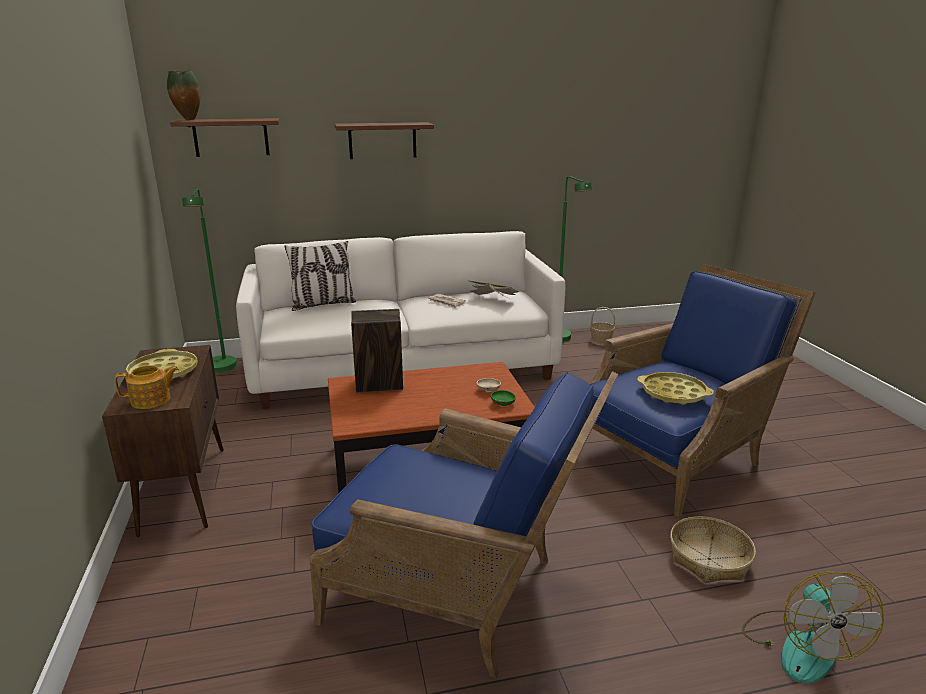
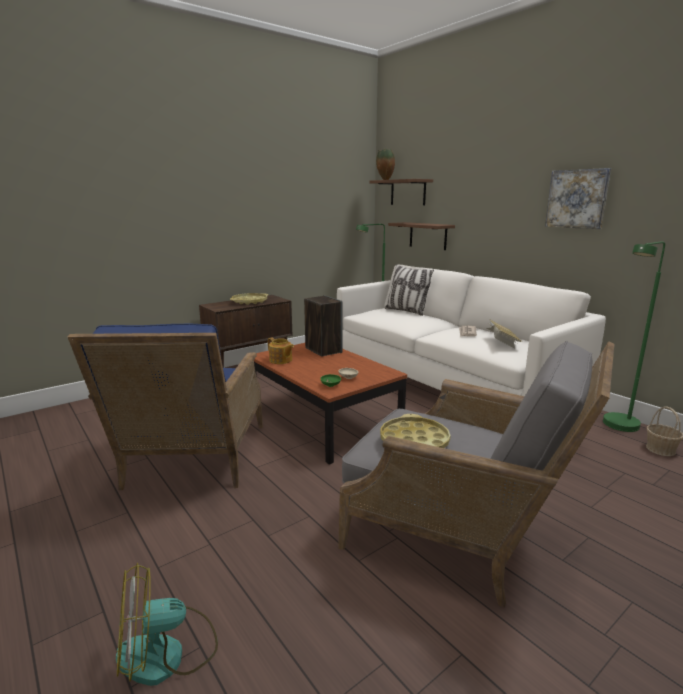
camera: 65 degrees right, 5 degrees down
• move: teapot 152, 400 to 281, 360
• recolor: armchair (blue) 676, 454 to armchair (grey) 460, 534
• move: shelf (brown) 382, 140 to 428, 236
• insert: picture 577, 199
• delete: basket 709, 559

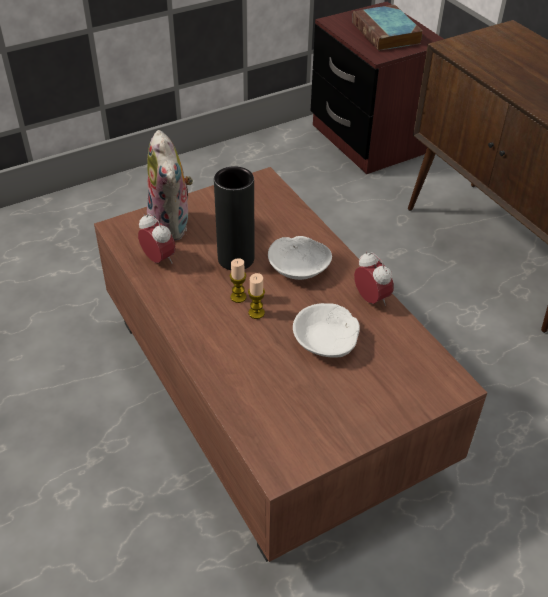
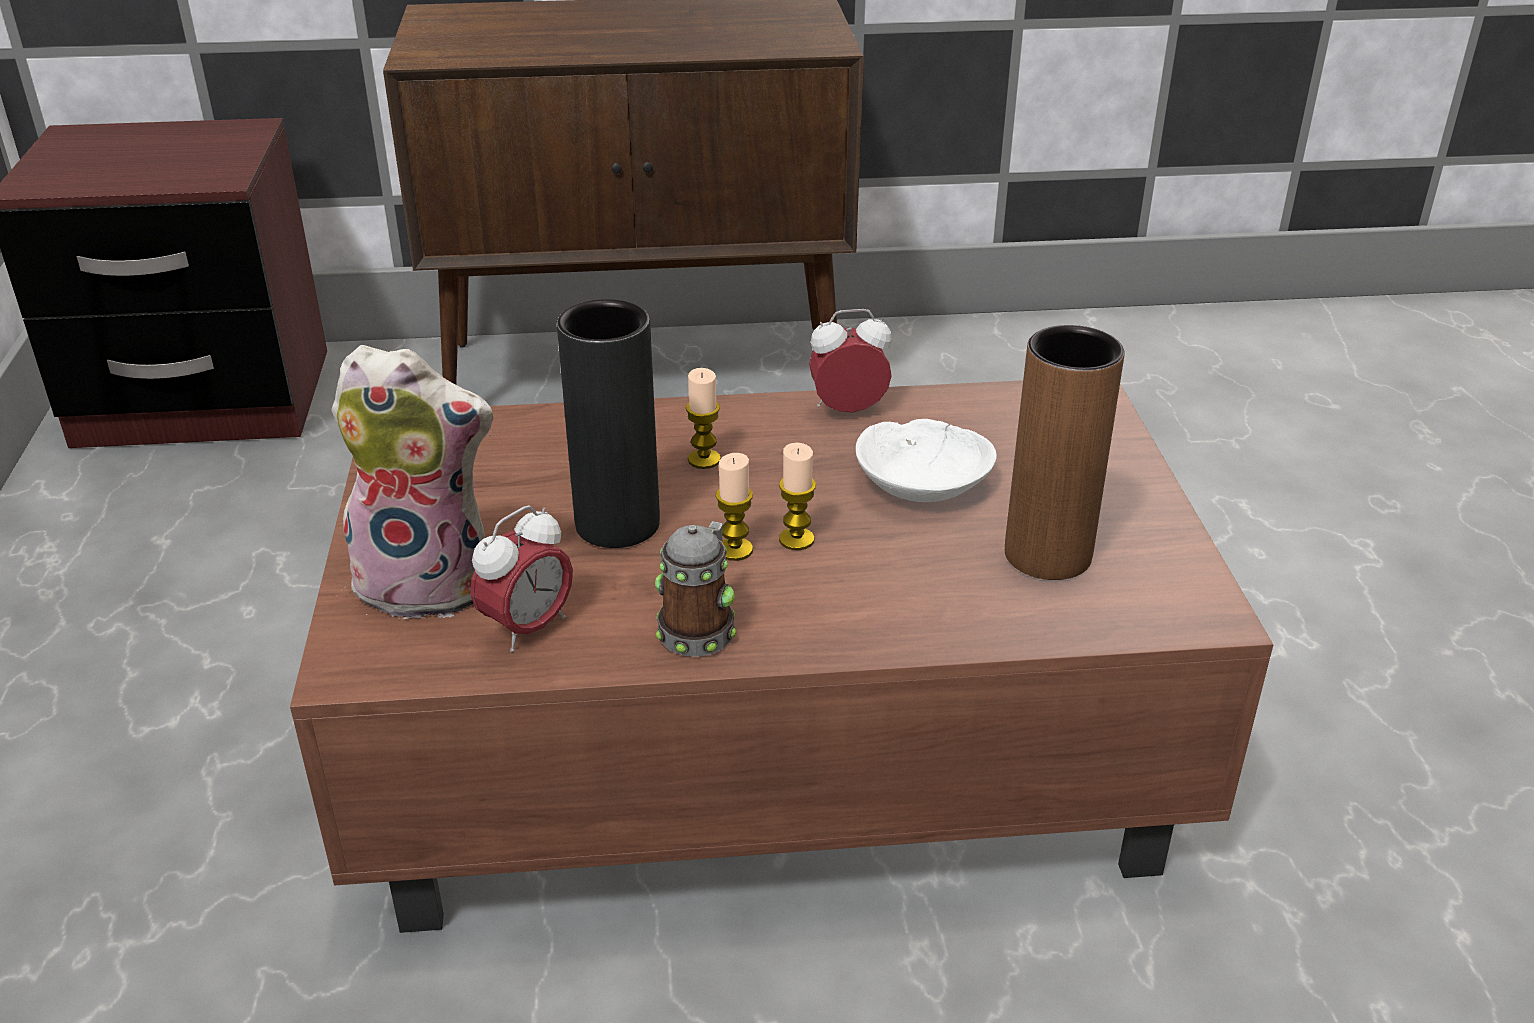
camera: 65 degrees left, 10 degrees down
• rotate: alarm clock 159, 259 = 528, 628 150 degrees clockwise
• insert: mug 700, 627
• replace: bowl (white) 298, 267 to candle 704, 460
• insert: vase (brown) 1047, 555
• delete: book 387, 34

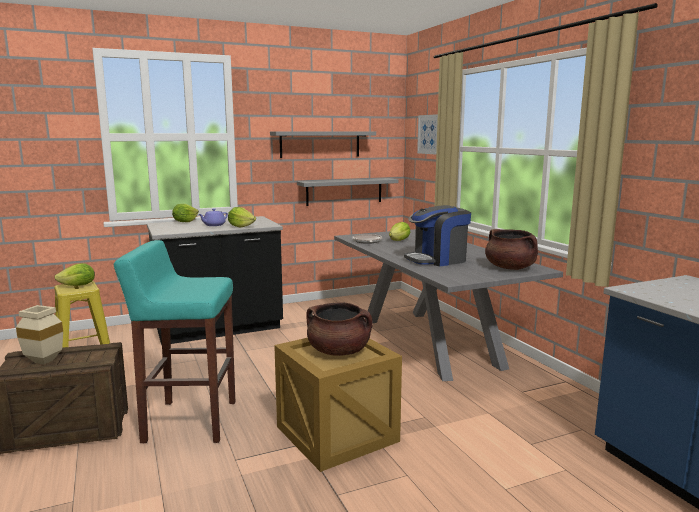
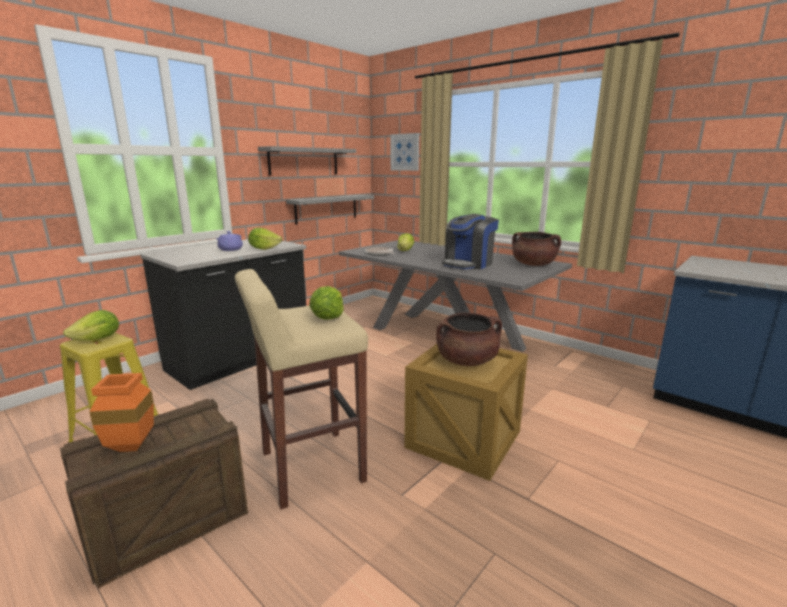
camera: 25 degrees left, 5 degrees up
• recolor: vase (beige) 41, 361 to vase (orange) 128, 448
• recolor: stool (turquoise) 189, 421 to stool (beige) 310, 467
• move: lettuce 185, 222 to 328, 317

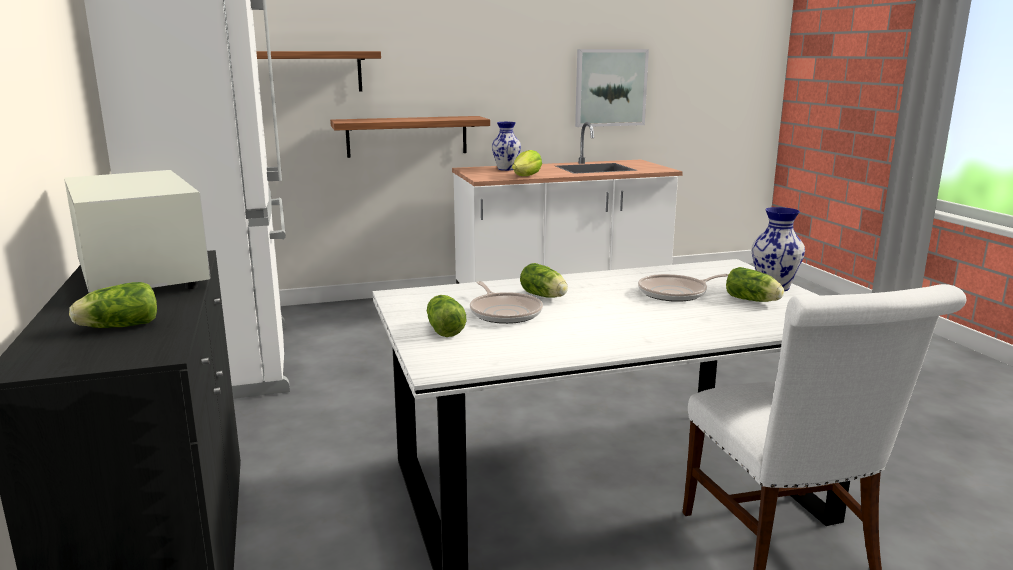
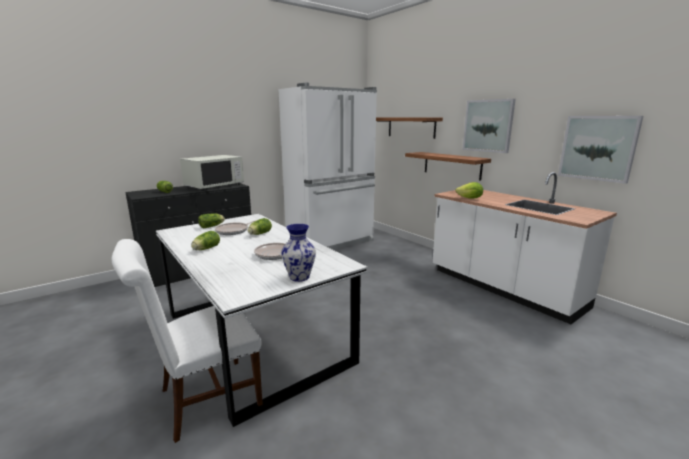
camera: 70 degrees right, 0 degrees up
• move: lettuce 753, 301 to 205, 249
• insert: picture 488, 126
• delete: vase 506, 169

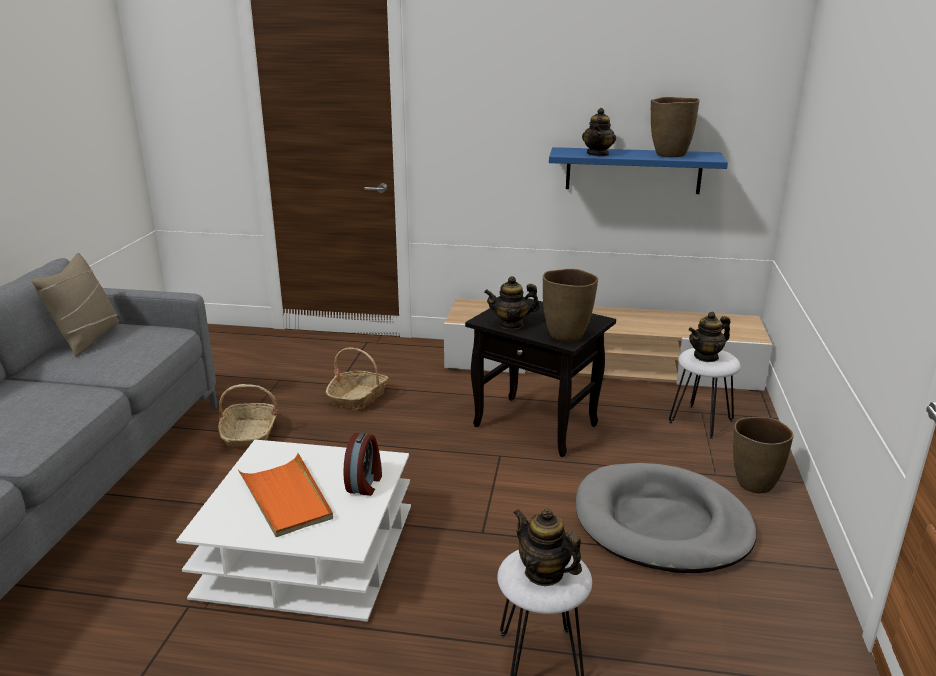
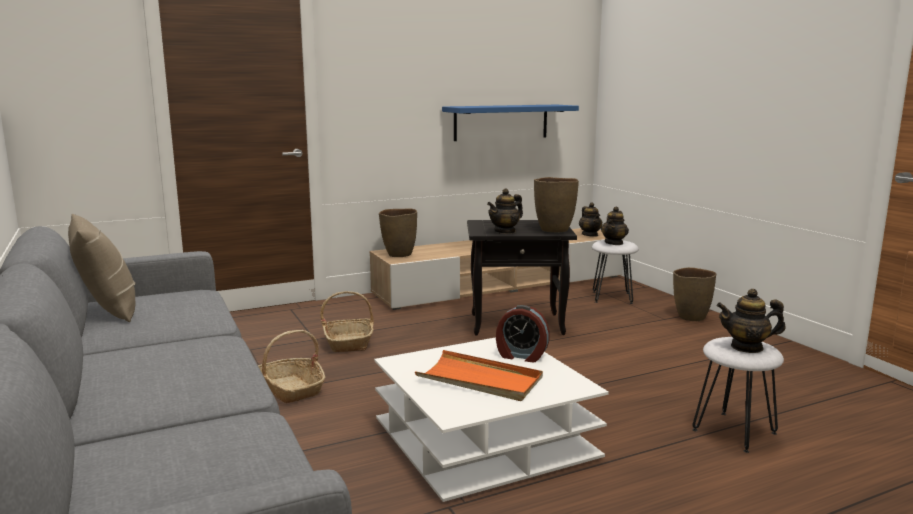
camera: 35 degrees left, 10 degrees down
• move: vase (brown) 669, 155 to 399, 255
• rotate: alarm clock 365, 483 = 521, 356 135 degrees clockwise
• move: teapot 598, 154 to 590, 235
• delete: dog bed (grey) 661, 523

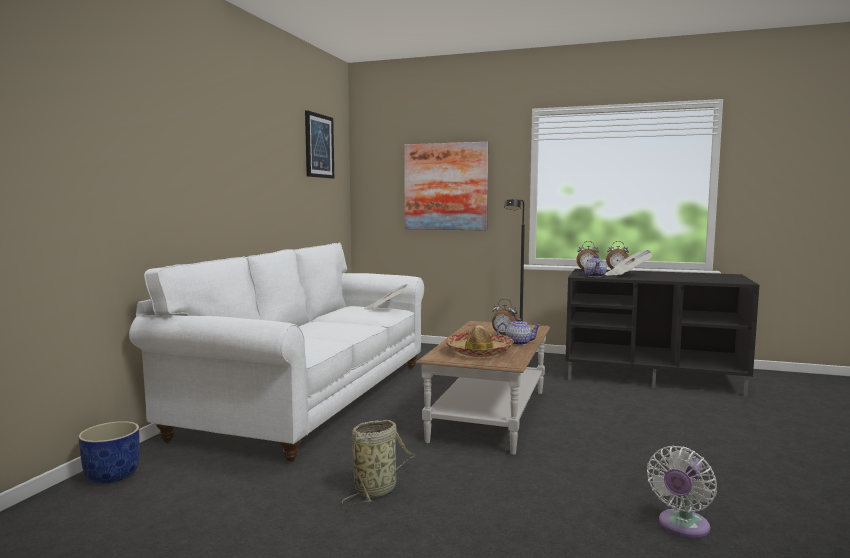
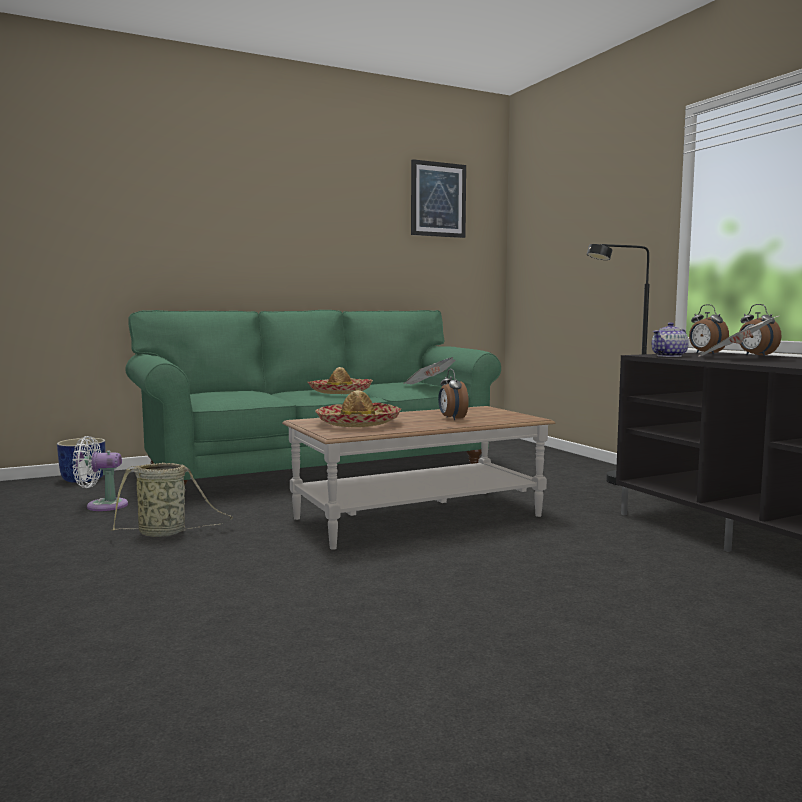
camera: 45 degrees right, 0 degrees up
• move: fan (white) 682, 526 to 102, 505
• recolor: sofa (white) 311, 398 to sofa (green) 318, 468
• insert: hat 340, 392
• delete: picture 445, 186
• delete: teapot 518, 343

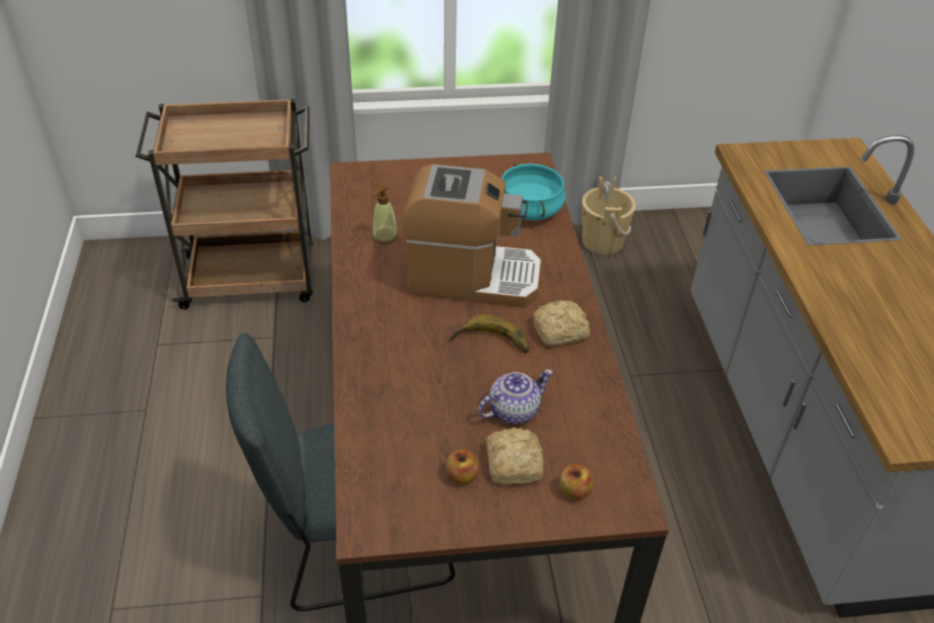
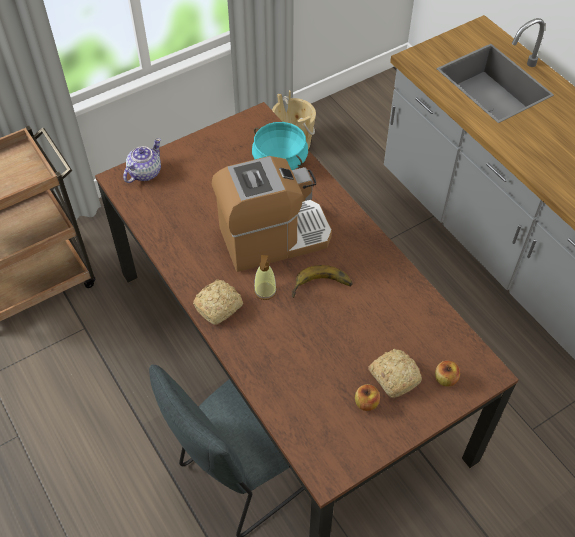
camera: 25 degrees left, 10 degrees up
• move: teapot 513, 410 to 144, 173
• move: bread 561, 331 to 219, 306
• move: soap dispenser 384, 236 to 265, 291

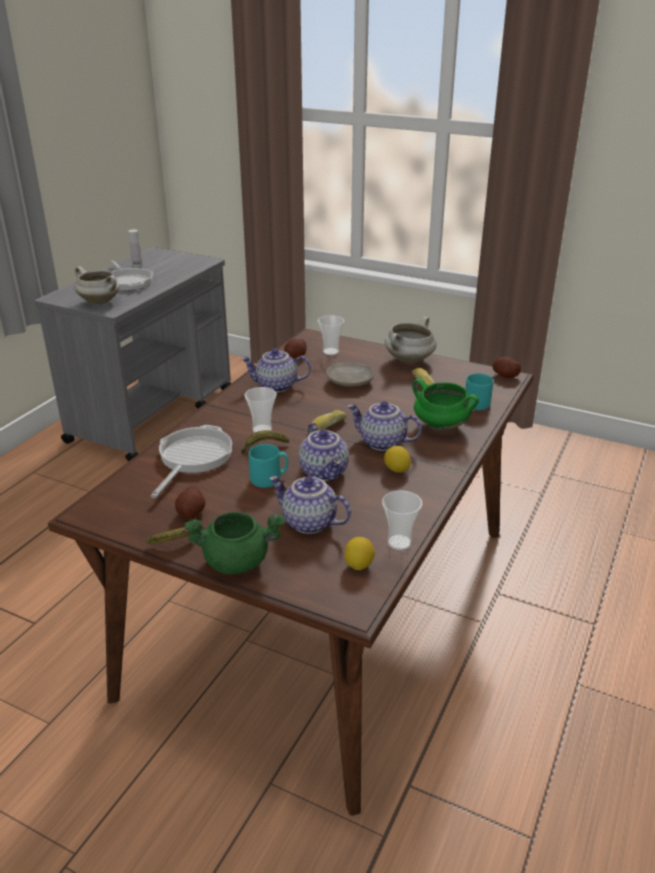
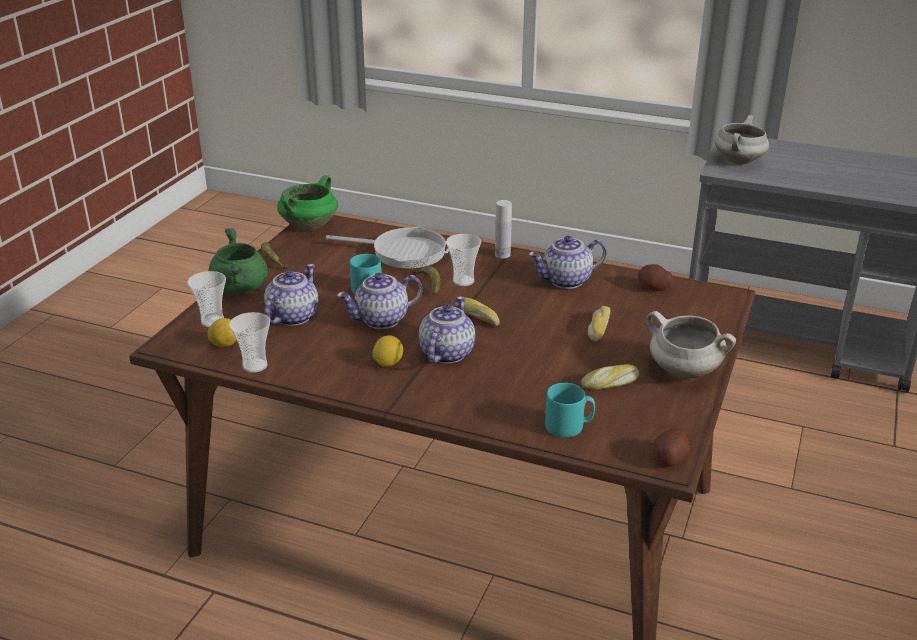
camera: 85 degrees right, 0 degrees up
• move: cup 331, 351 to 212, 321
• move: cooking pot (green) 440, 426 to 309, 226
• move: bottle (white) 137, 265 to 502, 254
• rotate: teapot 276, 386 = 566, 281 105 degrees counterclockwise
• replace: plate (beige) 350, 381 to bread 598, 328
• delete: frying pan 128, 281
• delete: potato 191, 512

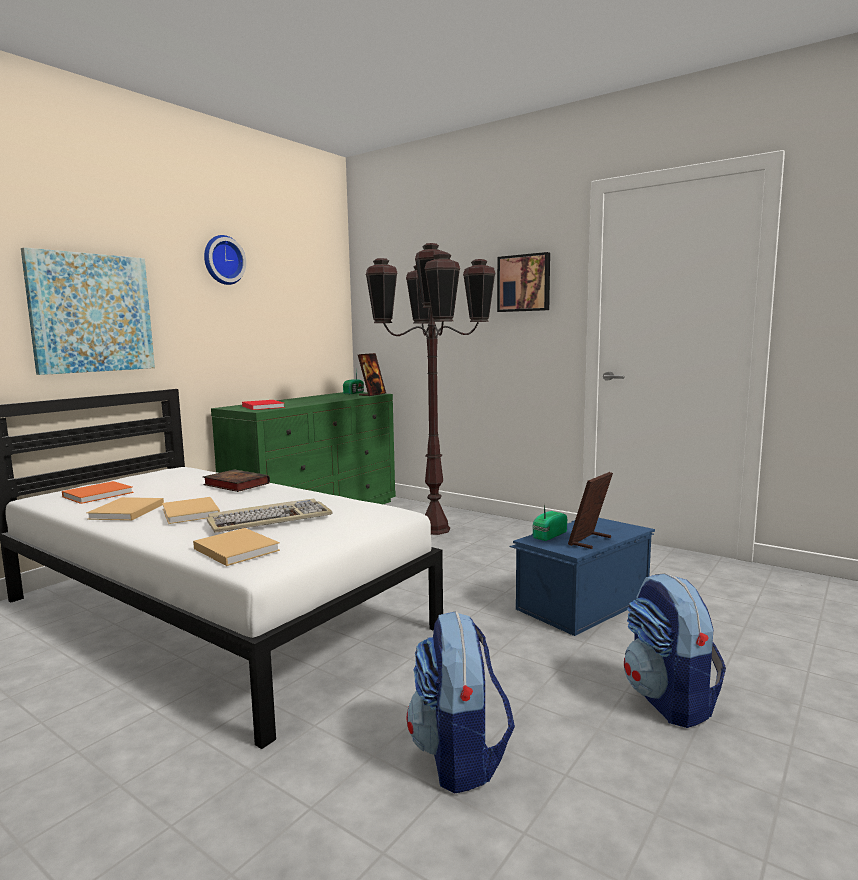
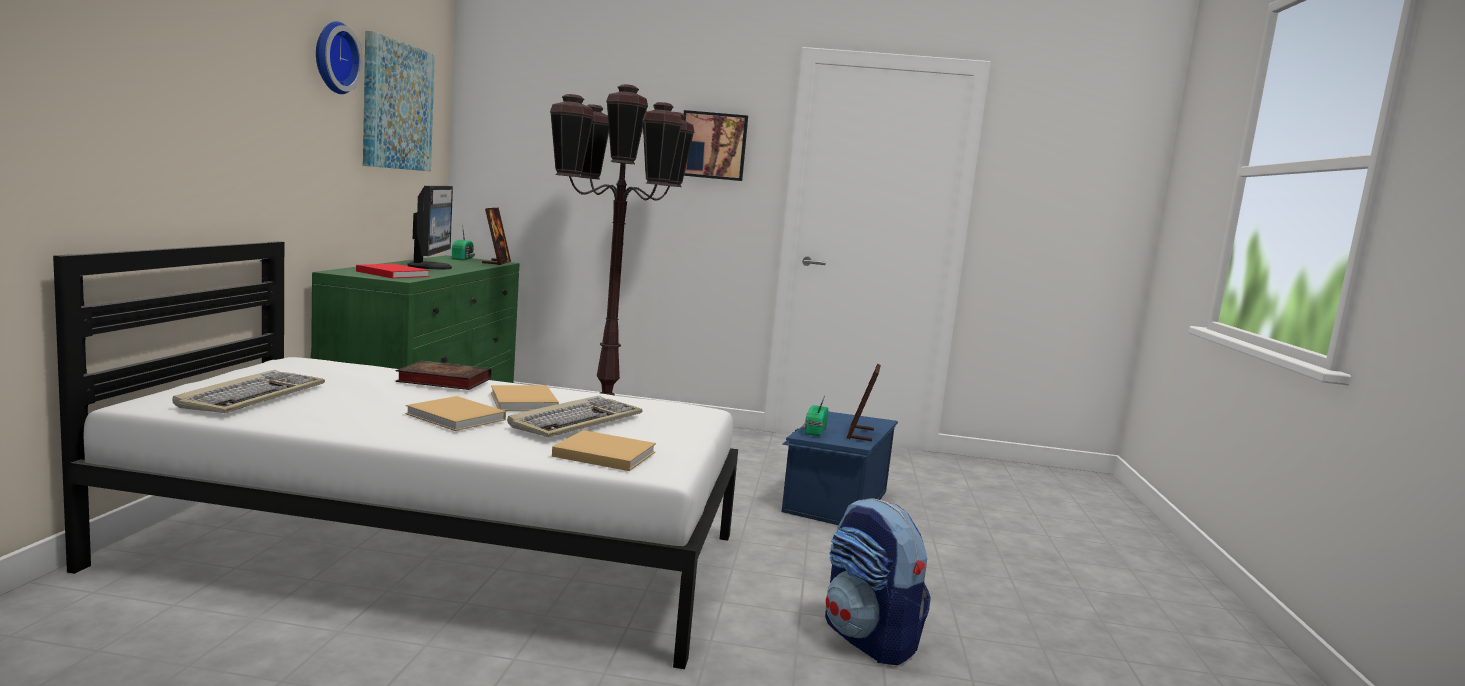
camera: 30 degrees left, 0 degrees up
• replace: book (orange) 100, 494 to keyboard 252, 396
• move: picture 91, 313 to 397, 106
• insert: monitor 431, 267
• move: book (beige) 125, 512 to 524, 402
• delete: backpack 669, 701

